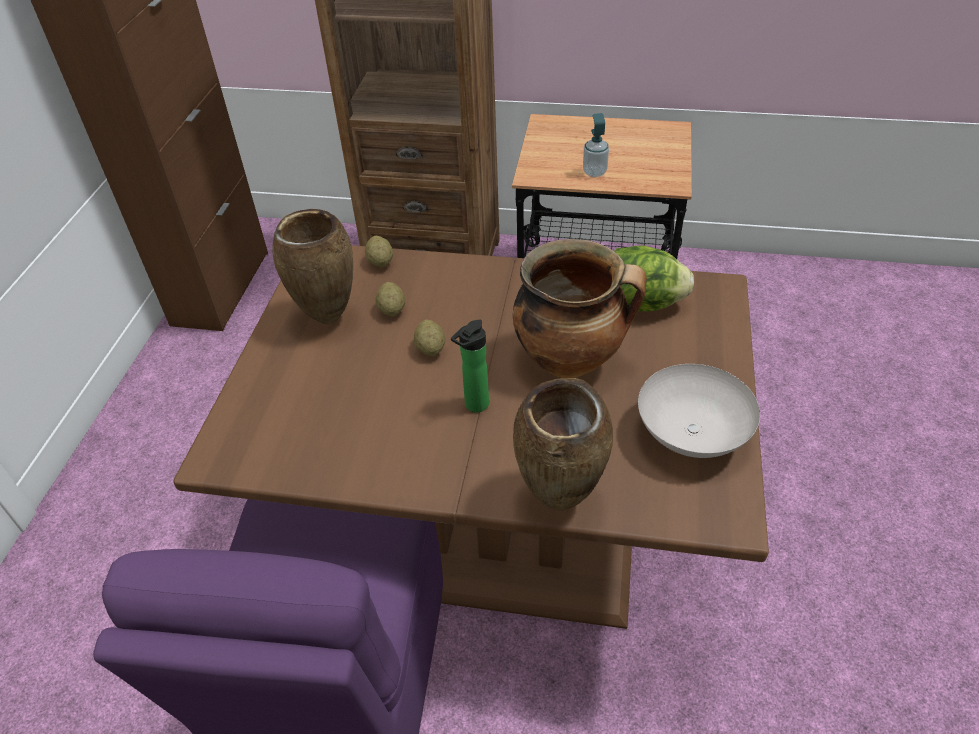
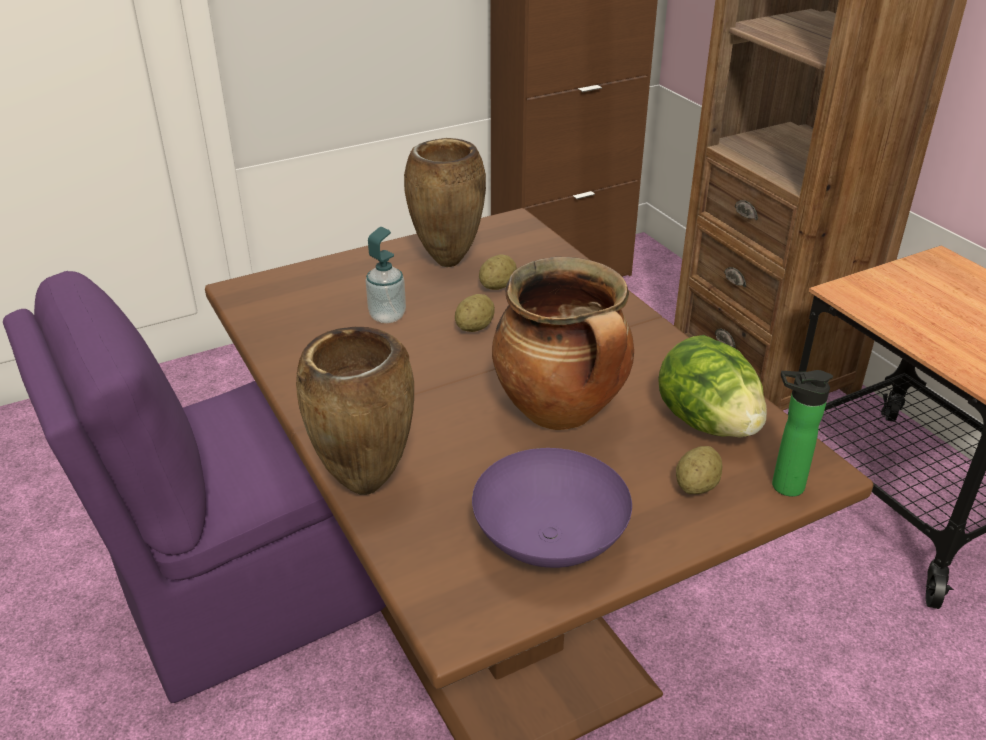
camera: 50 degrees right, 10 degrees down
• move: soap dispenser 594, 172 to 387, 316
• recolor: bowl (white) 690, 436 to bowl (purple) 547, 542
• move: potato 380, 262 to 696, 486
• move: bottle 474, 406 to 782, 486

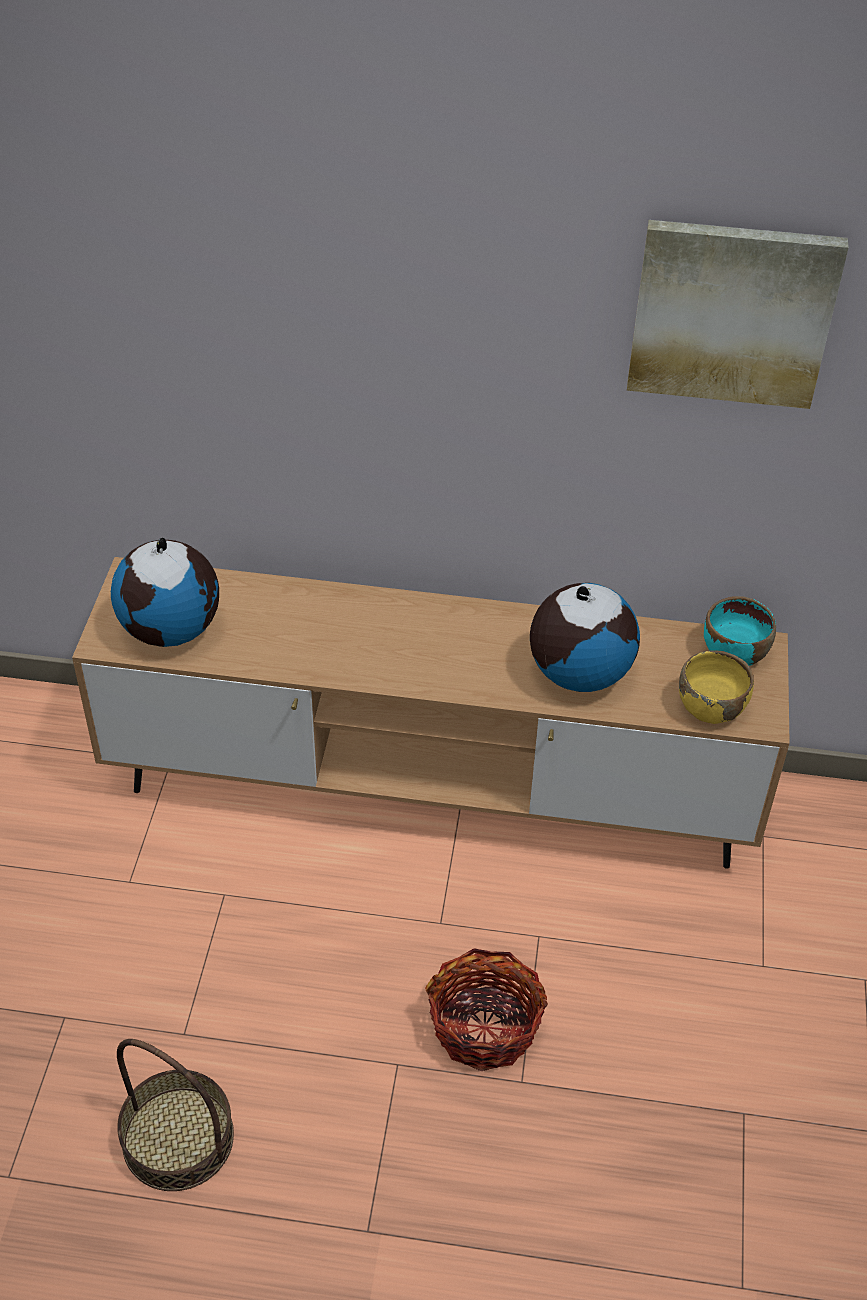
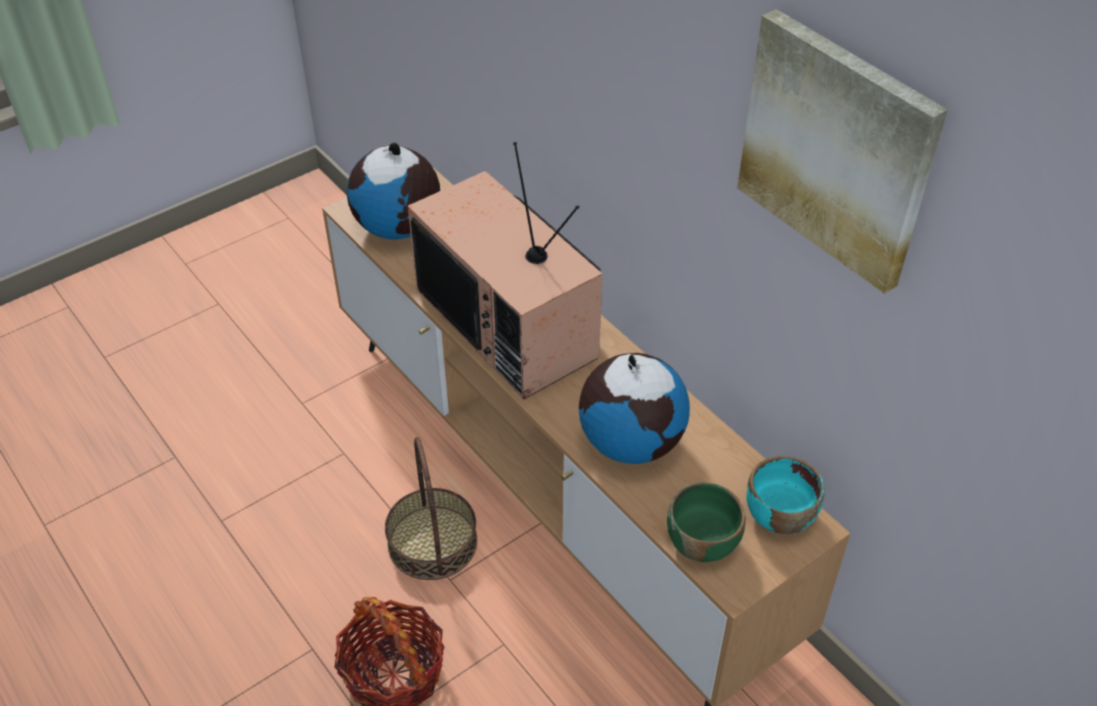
camera: 45 degrees right, 0 degrees up
• move: basket 177, 1138 to 432, 542
• insert: television 510, 323
• recolor: bowl (yellow) 711, 707 to bowl (green) 702, 542

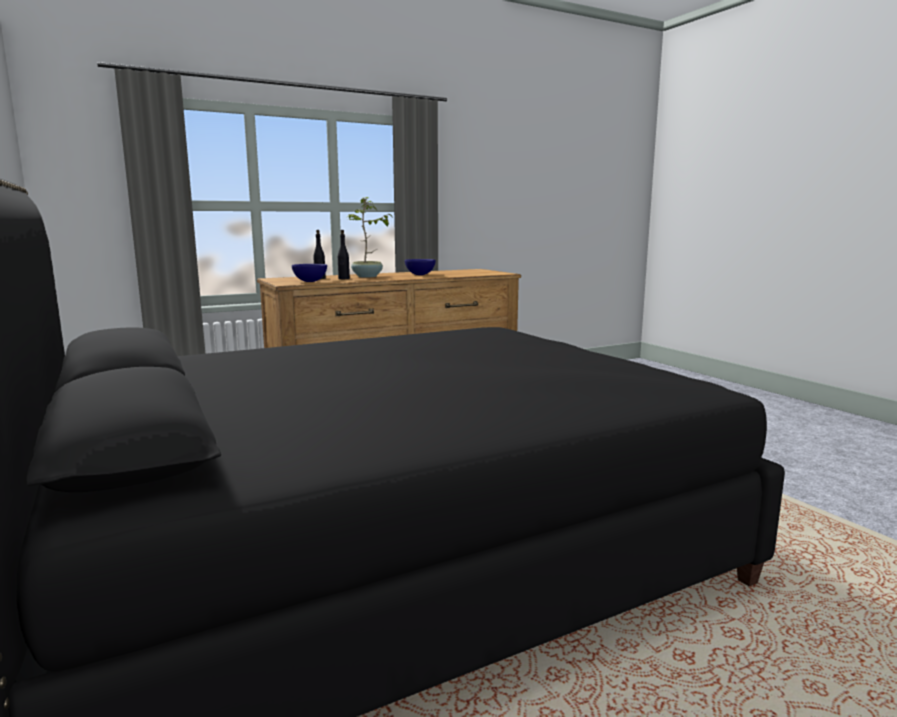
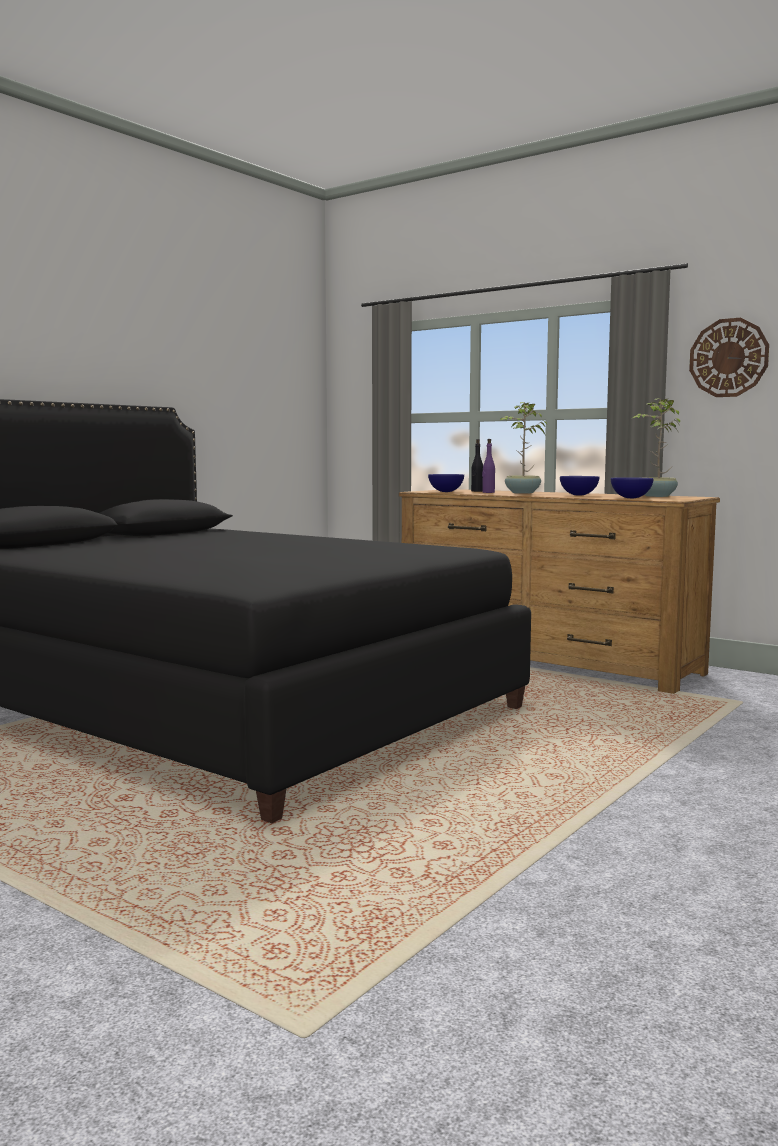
camera: 65 degrees right, 5 degrees down
• recolor: bottle (black) 344, 278 to bottle (purple) 488, 492
• insert: bowl (blue) 631, 498
• insert: potted plant 656, 496
• insert: wall clock 728, 358

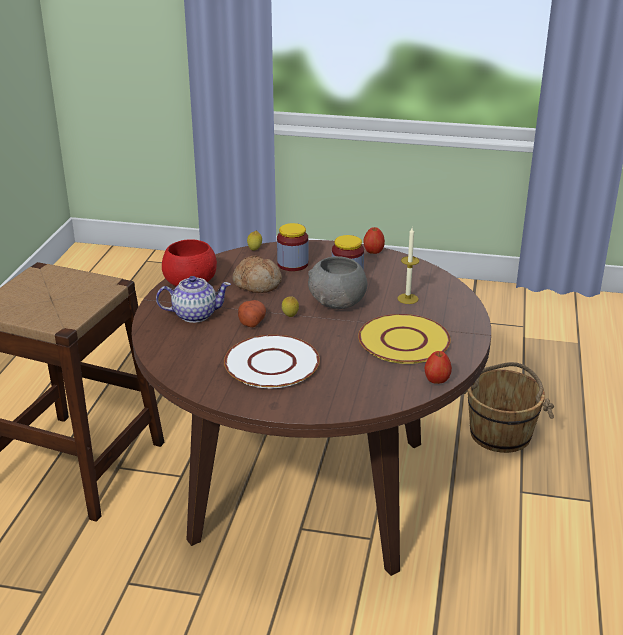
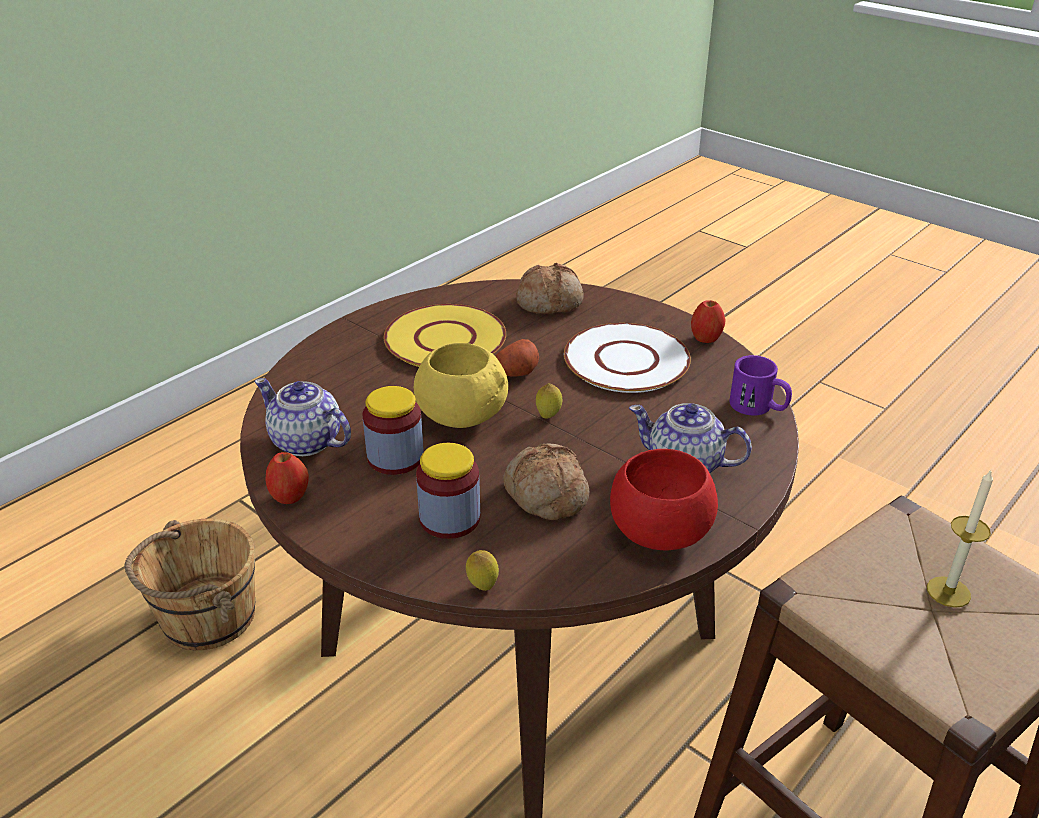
camera: 150 degrees left, 5 degrees up
• insert: teapot 306, 442
• recolor: bowl (grey) 338, 303 to bowl (yellow) 461, 416
• move: potato 252, 321 to 517, 372
• insert: bread 550, 301
• move: apple 436, 381 to 706, 338
• insert: mug (purple) 758, 407
• move: candle 407, 298 to 948, 592

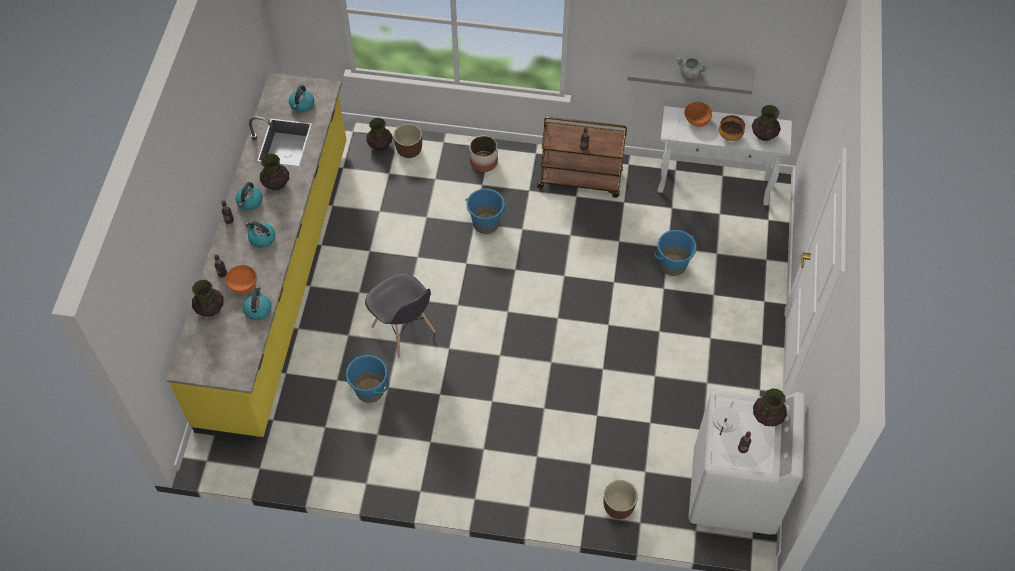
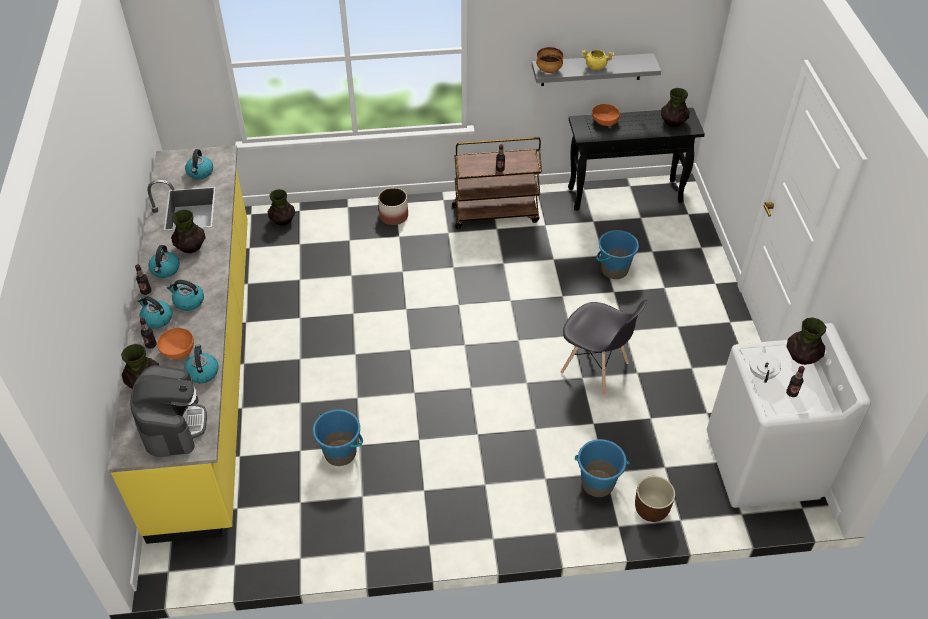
camera: 15 degrees left, 10 degrees down
• insert: coffee machine 173, 424
• insert: kettle 157, 319
• move: bowl 729, 136 to 548, 71
• move: chair (grey) 403, 330 to 595, 368
• recolor: console table (white) 714, 185 to console table (black) 625, 195
• move: bucket (blue) 486, 223 to 597, 483
• recolor: cooking pot (grey) 690, 73 to cooking pot (yellow) 596, 66
• delete: planter (brown) 409, 149

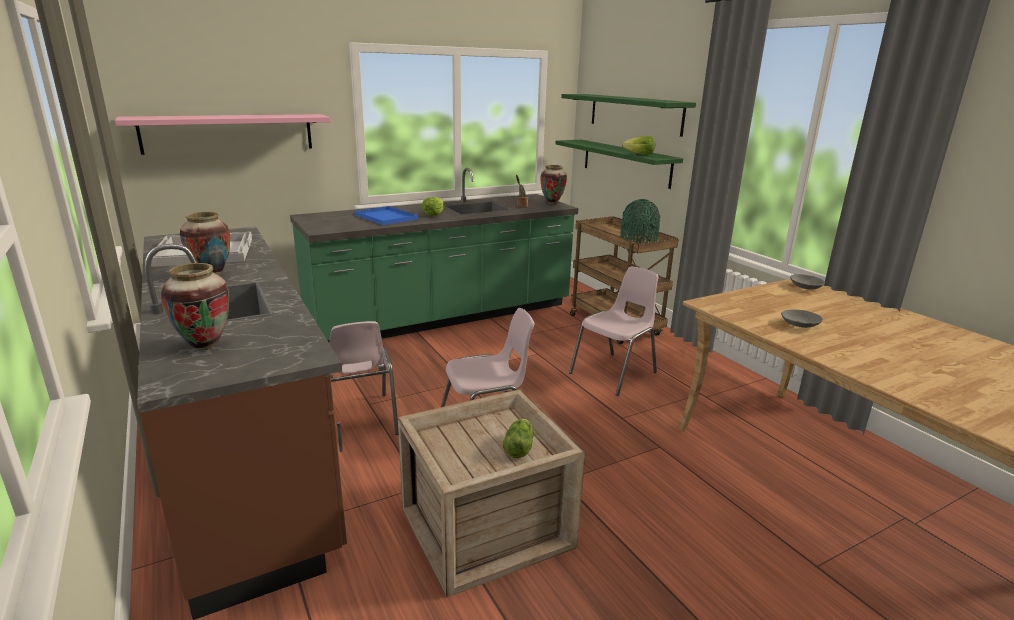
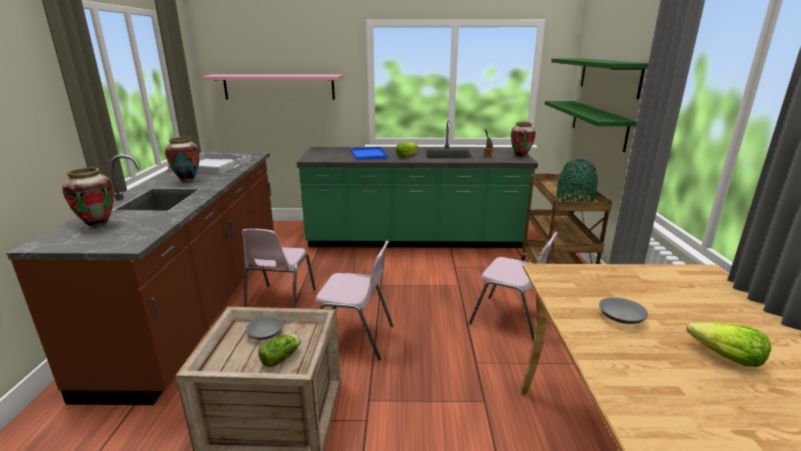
camera: 30 degrees right, 0 degrees up
• move: bowl (grey) 806, 287 to 265, 334
• rotate: chair (pink) 615, 373 = 510, 319 45 degrees clockwise
• move: lettuce 639, 154 to 725, 357

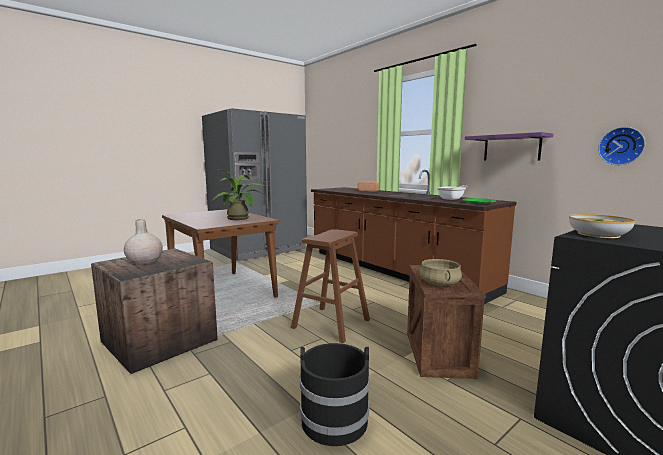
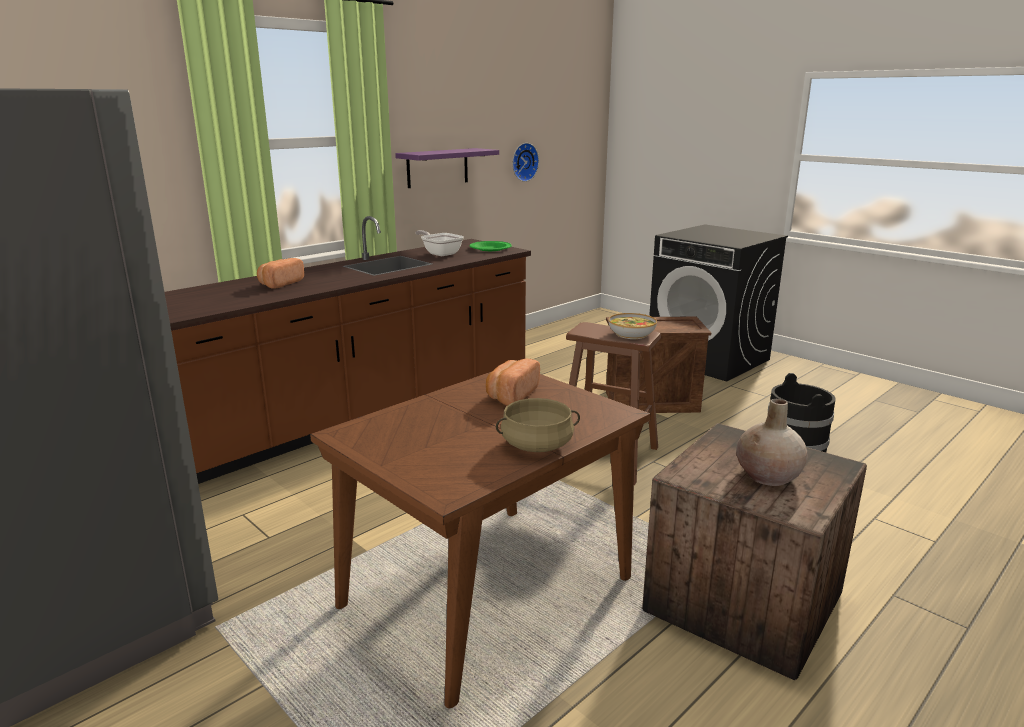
camera: 95 degrees left, 10 degrees up
• replace: potted plant 240, 219 to bread 511, 395
• move: cooking pot (beige) 439, 283 to 537, 445
• move: bowl 598, 234 to 631, 334

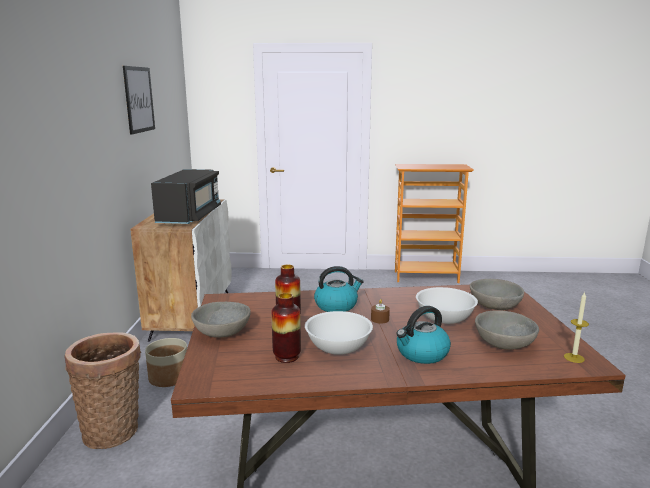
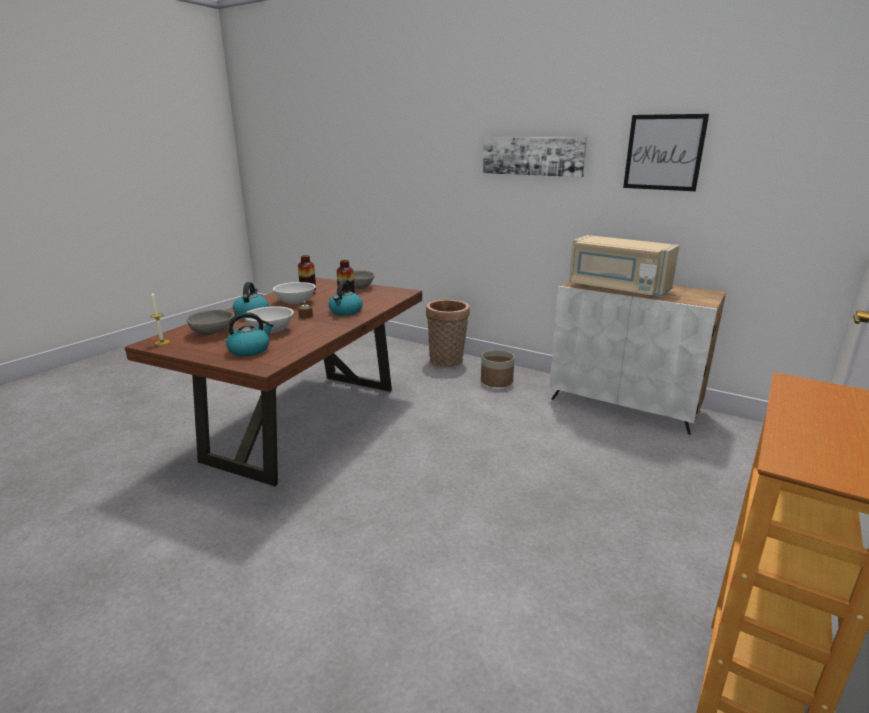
camera: 120 degrees right, 5 degrees up
• replace: bowl (grey) 495, 306 to kettle 250, 350
• insert: picture 533, 156
• recolor: microwave (black) 190, 216 to microwave (beige) 617, 289

